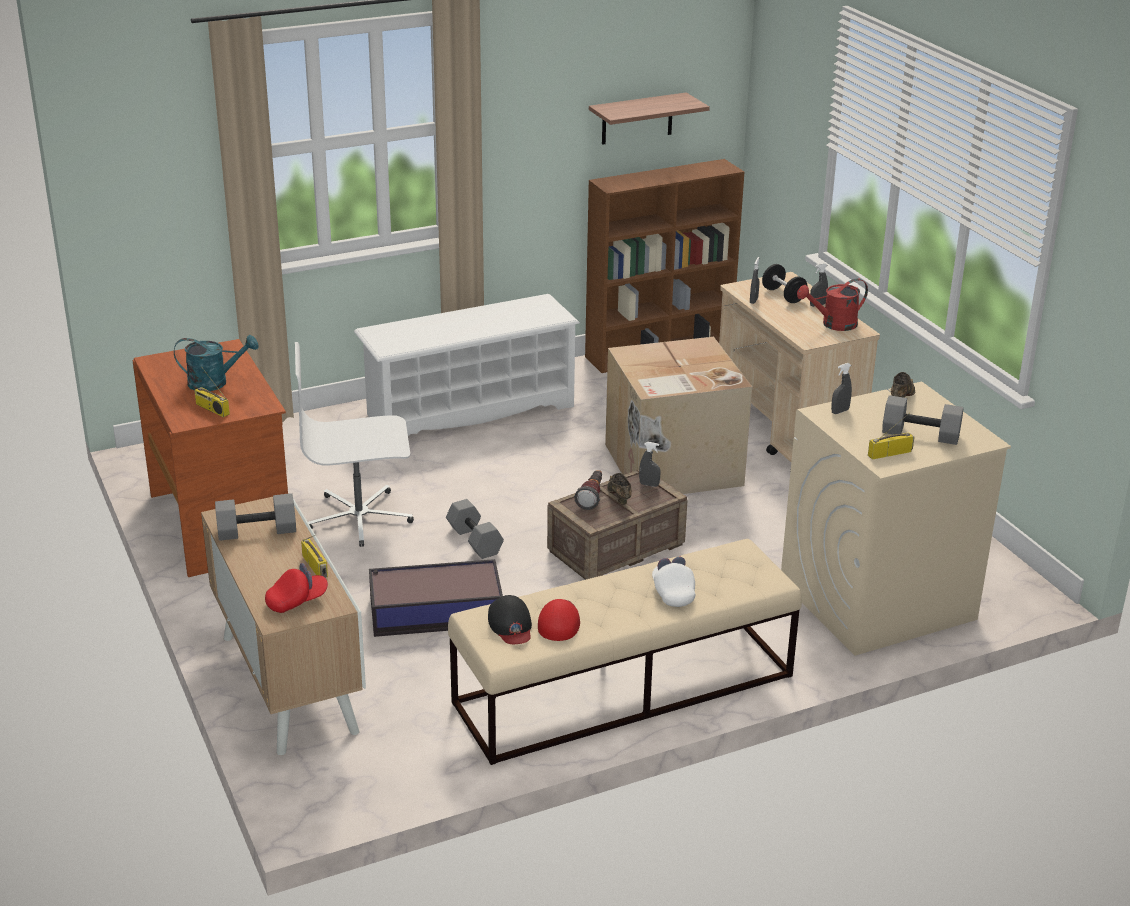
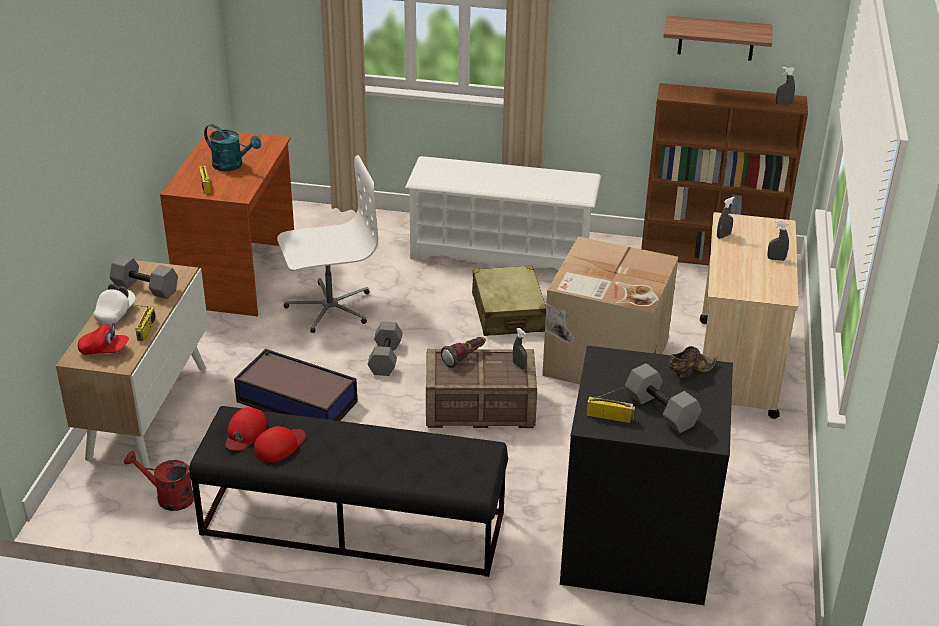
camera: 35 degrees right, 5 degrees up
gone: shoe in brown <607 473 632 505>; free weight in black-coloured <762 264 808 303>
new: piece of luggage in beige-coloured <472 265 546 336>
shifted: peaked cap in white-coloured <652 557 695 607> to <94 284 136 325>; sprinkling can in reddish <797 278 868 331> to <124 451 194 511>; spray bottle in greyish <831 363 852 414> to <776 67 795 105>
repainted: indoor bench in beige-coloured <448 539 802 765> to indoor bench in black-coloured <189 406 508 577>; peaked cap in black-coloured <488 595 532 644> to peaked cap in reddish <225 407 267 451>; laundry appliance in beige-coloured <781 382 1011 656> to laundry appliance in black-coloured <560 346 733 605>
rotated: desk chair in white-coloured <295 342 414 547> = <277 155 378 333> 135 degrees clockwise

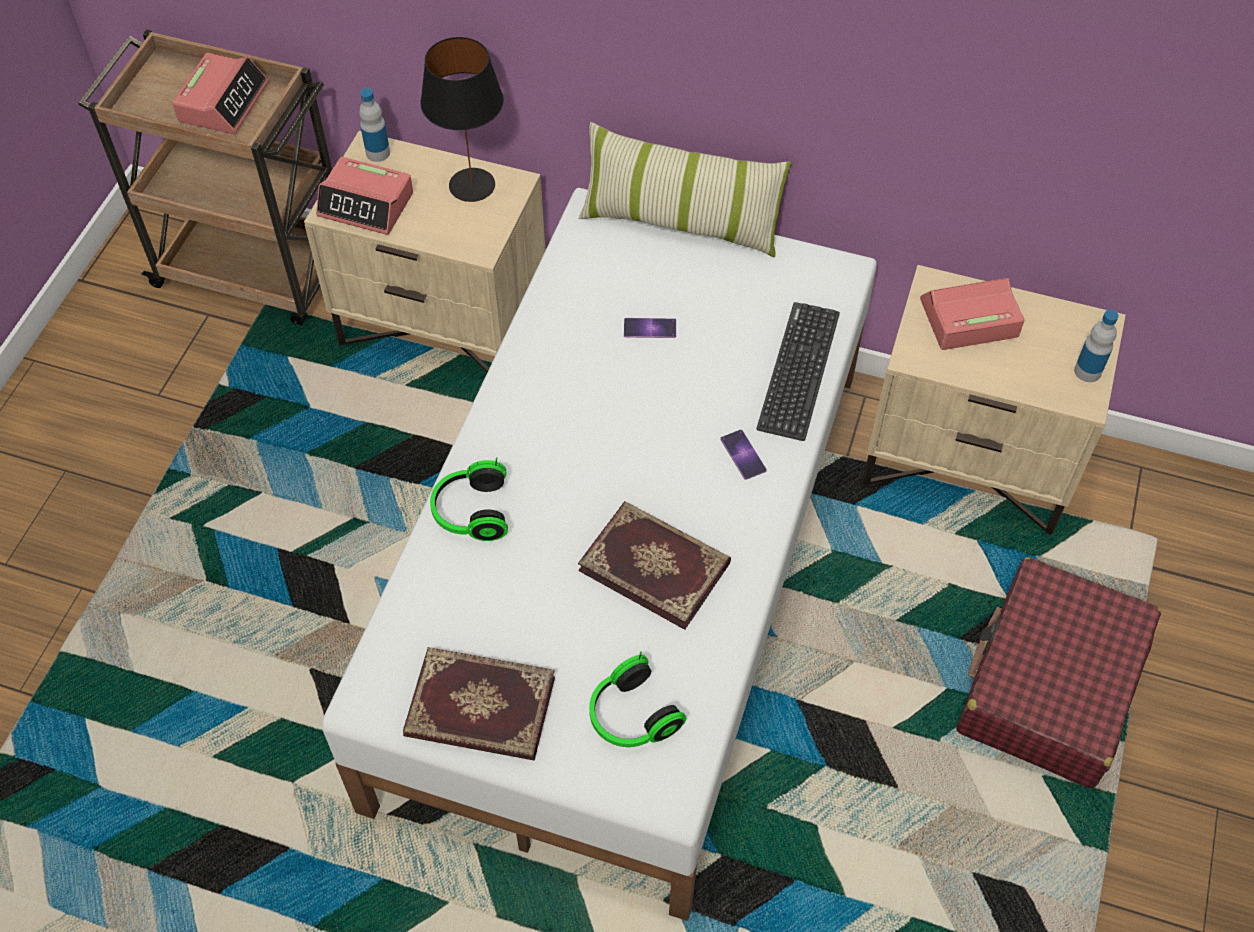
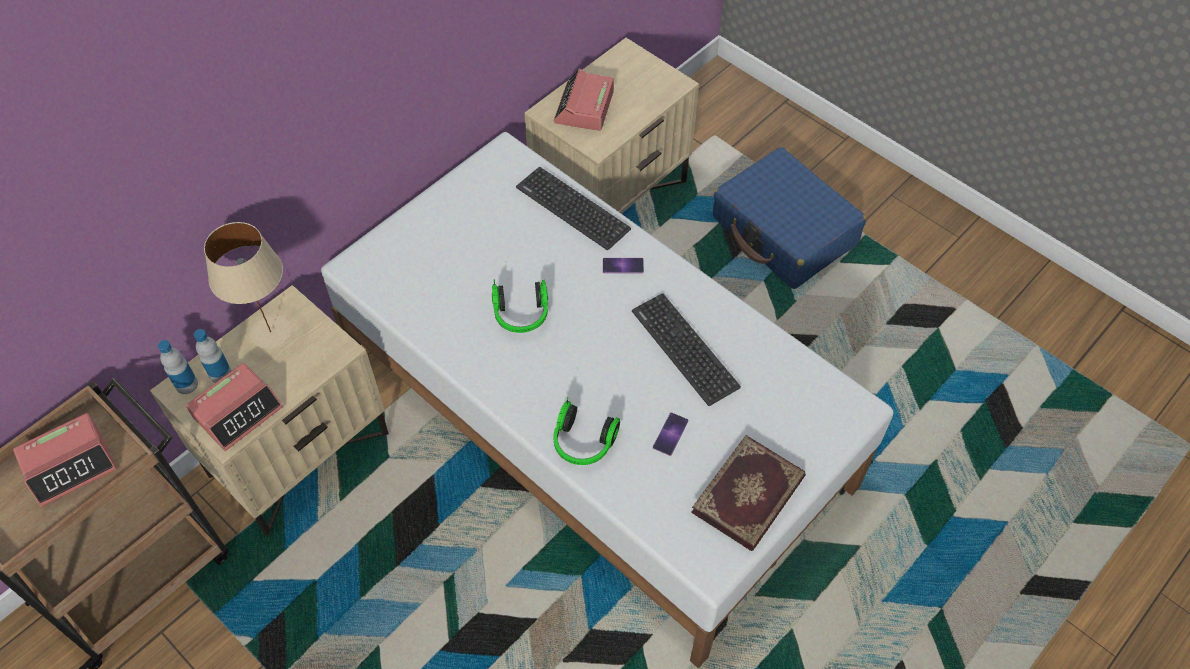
camera: 65 degrees left, 0 degrees up
gone: throw pillow <579 122 791 258>
shifted: pair of headphones <589 651 687 747> to <492 279 548 333>; telephone <624 318 676 338> to <653 412 688 456>; beverage bottle <1074 310 1119 382> to <194 329 232 383>
swapped: book <578 501 731 630> to computer keyboard <632 293 741 406>
repainted: table lamp in black-coloured <420 37 504 202> to table lamp in beige-coloured <204 222 291 349>; piece of luggage in reddish <956 557 1161 789> to piece of luggage in bluish <713 147 866 289>
rotated: bedside clock <172 53 269 134> = <13 413 117 507> 105 degrees clockwise

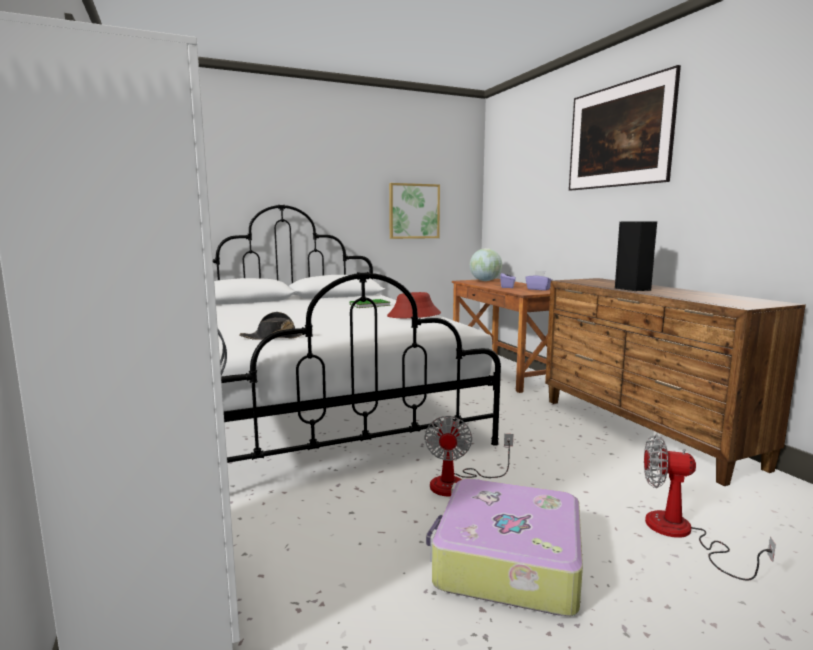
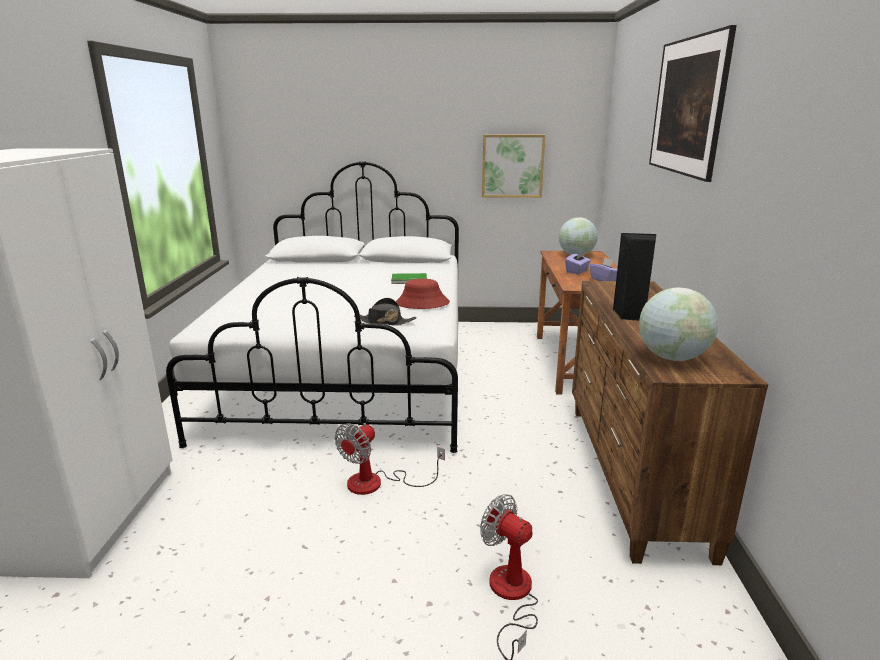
camera: 25 degrees right, 10 degrees up
gone: piece of luggage <426 479 583 616>
new: desk globe <639 287 718 361>
shifted: wearable hat in black-coloured <239 312 313 340> to <354 298 417 326>

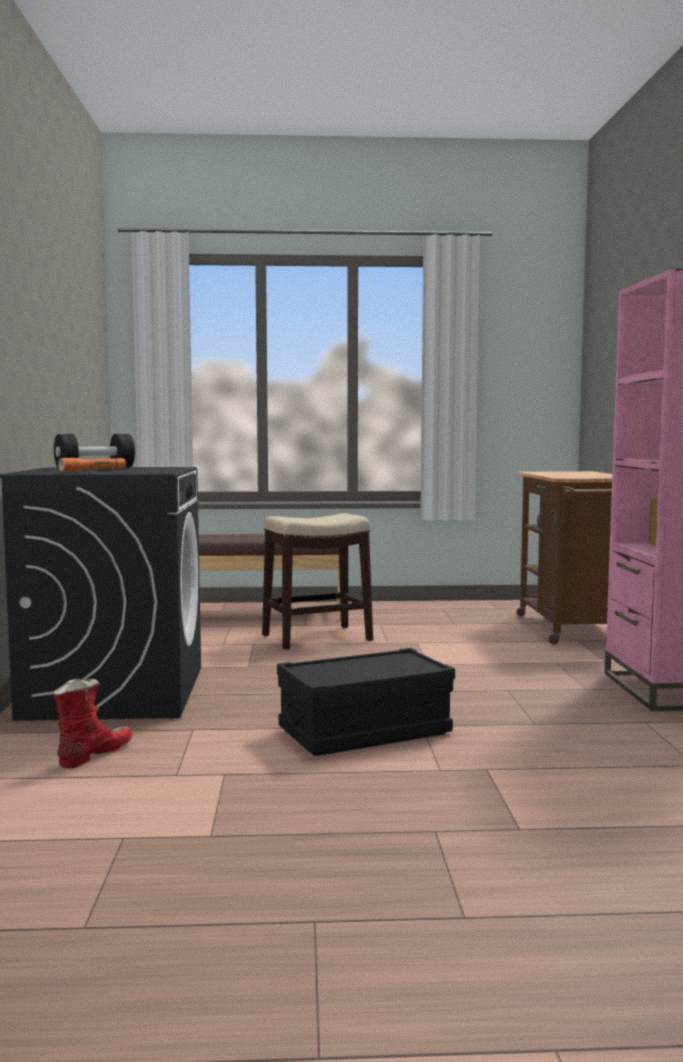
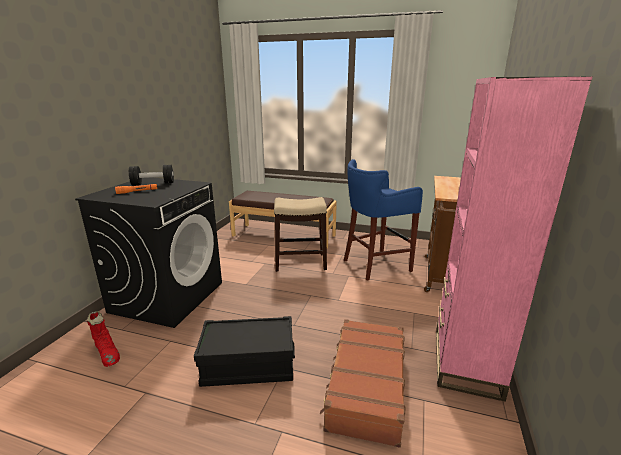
camera: 20 degrees right, 15 degrees up
new: piece of luggage in brown <320 319 405 448>; sitting stool in bluish <344 159 423 281>
rotated: boot in reddish <53 679 133 768> = <87 311 120 367> 90 degrees clockwise

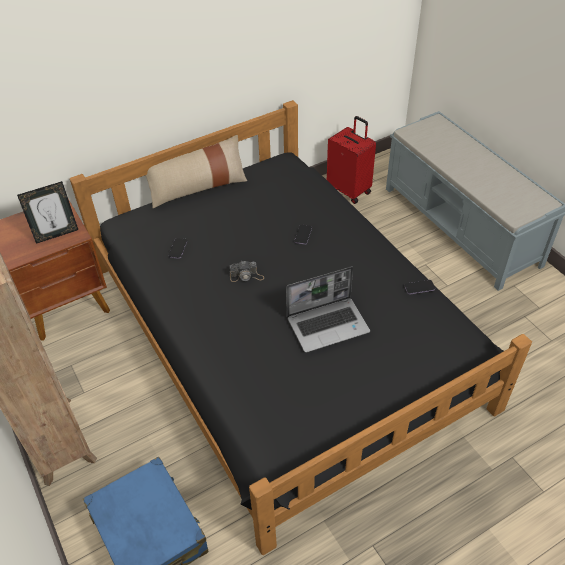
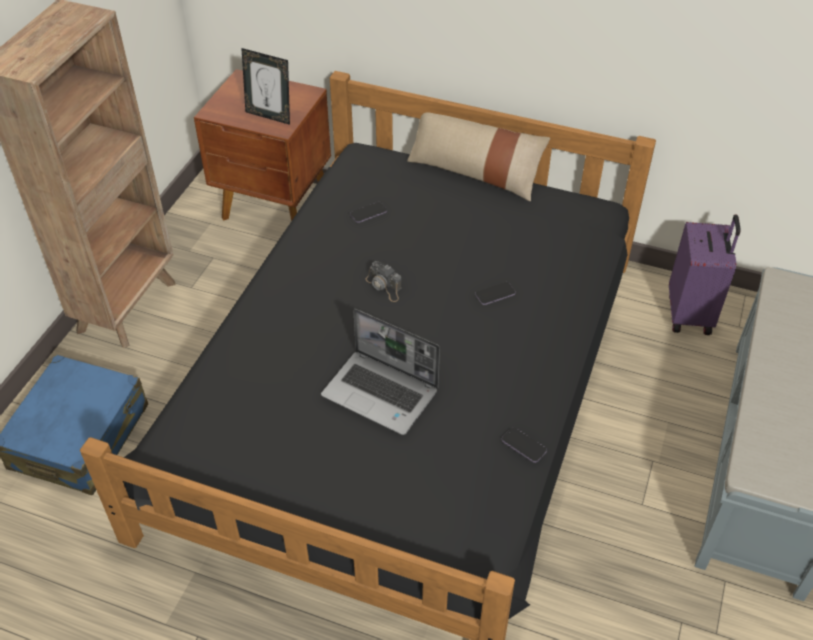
camera: 50 degrees right, 0 degrees up
repainted: piece of luggage in reddish <327 116 376 204> to piece of luggage in purple-coloured <669 215 741 335>

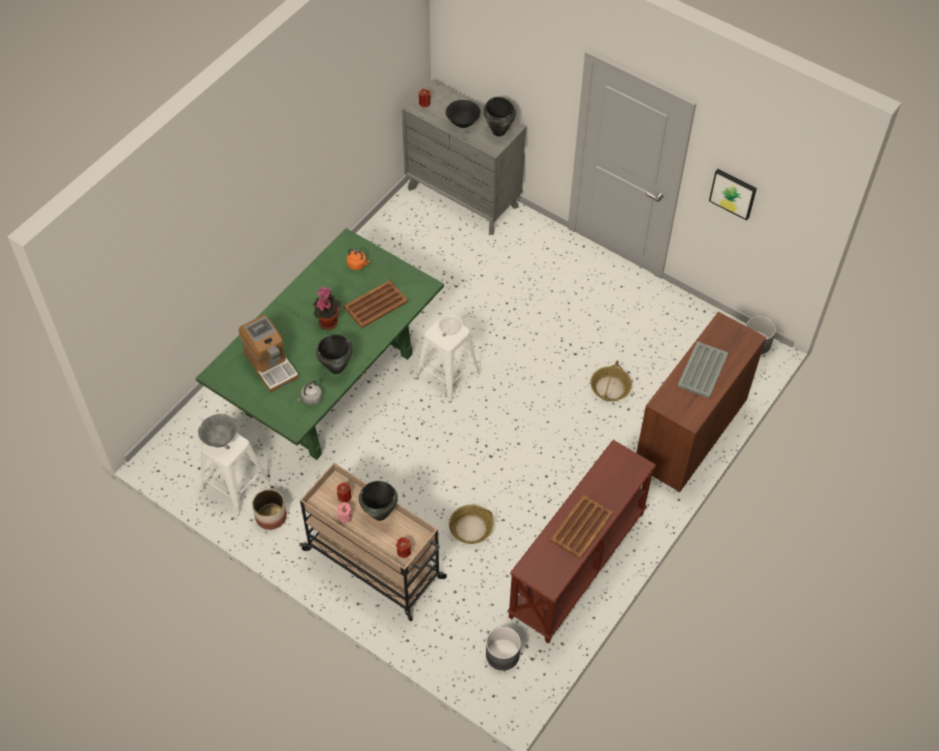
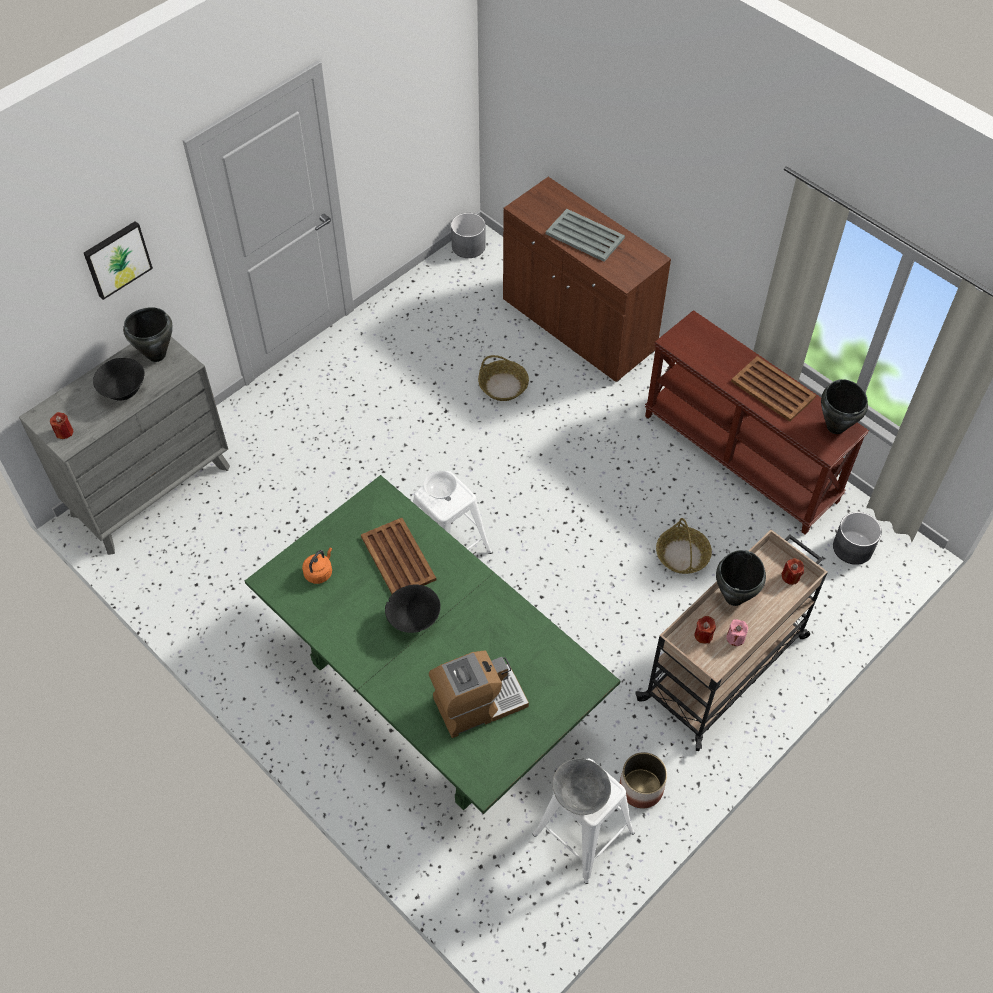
camera: 80 degrees left, 0 degrees up
gone: kettle in greyish <297 380 322 405>
shifted: saucepot in black-coloured <316 334 352 374> to <821 379 868 434>; picture <709 169 757 220> to <84 221 153 300>
swapped: plant in a pot <313 286 341 330> to serving bowl in black-coloured <385 584 441 633>

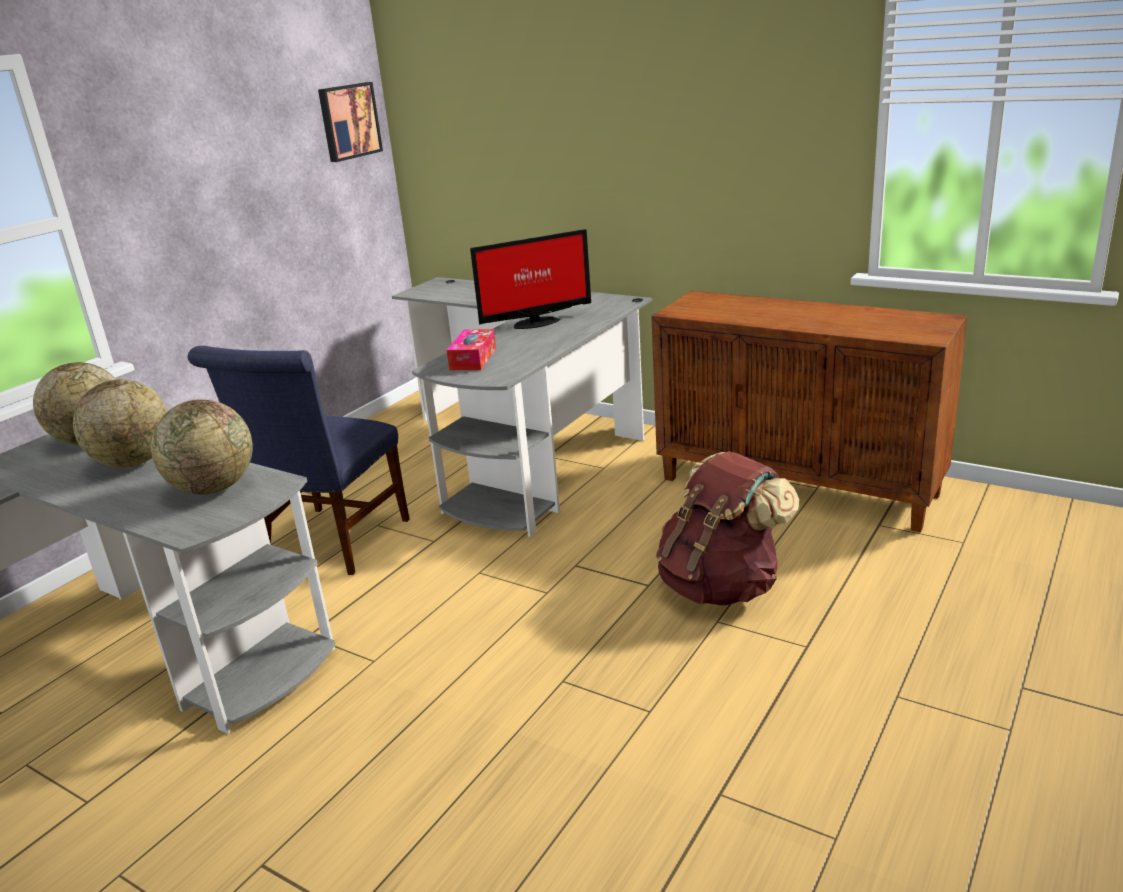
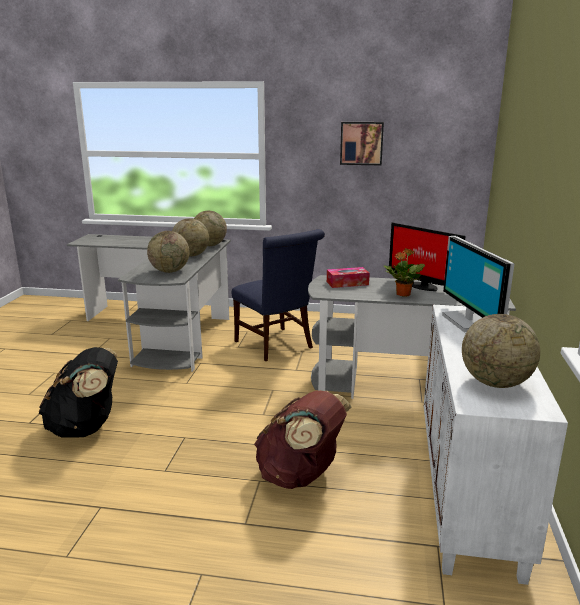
camera: 65 degrees right, 5 degrees down
new: knapsack in black-coloured <39 347 118 438>; plant in a pot <384 248 425 297>; computer display <442 236 515 332>; desk globe <462 314 540 388>
shifted: picture <318 82 383 162> to <340 122 384 166>
repainted: storage cabinet in brown <651 291 967 533> to storage cabinet in white-coloured <424 305 568 585>
rotated: chair in bluish <188 346 410 575> = <232 229 325 361> 120 degrees counterclockwise

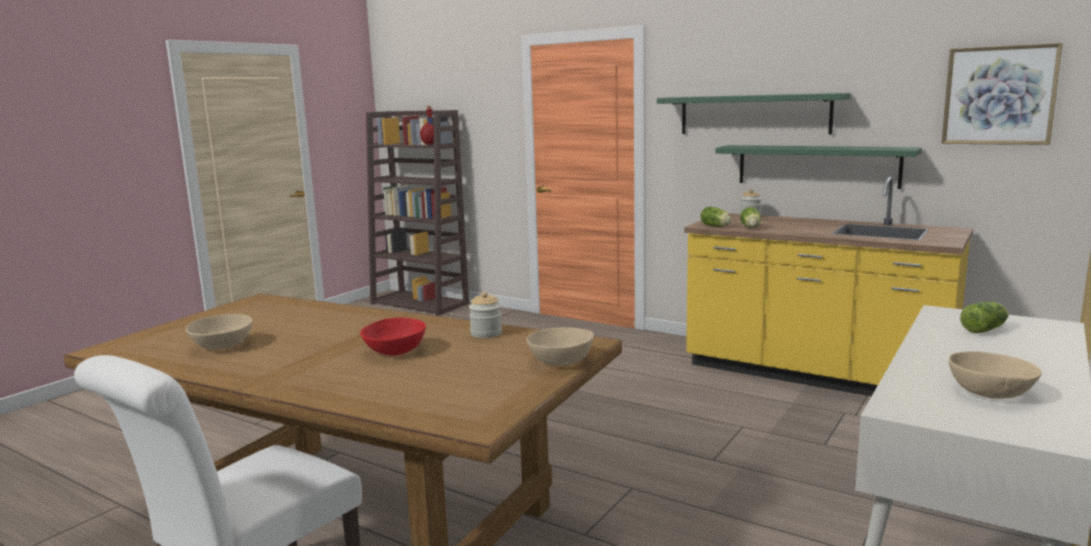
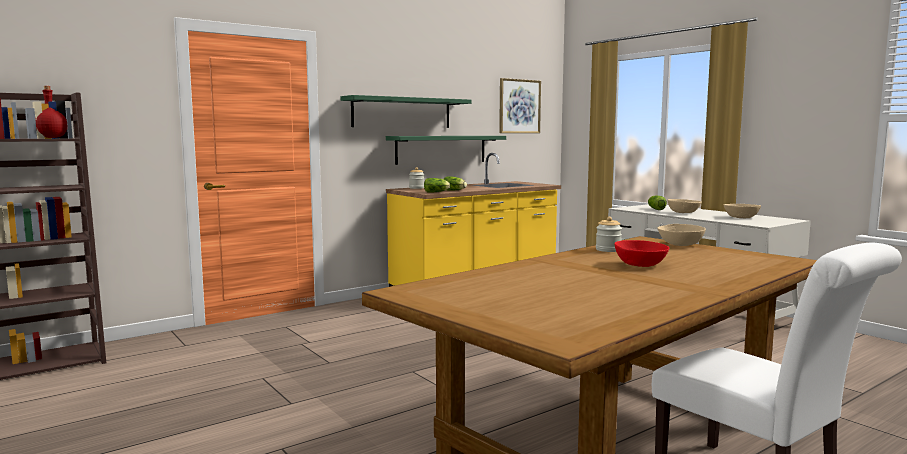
camera: 70 degrees left, 5 degrees down
shifted: serving bowl in beige-coloured <186 314 253 349> to <667 199 702 213>

